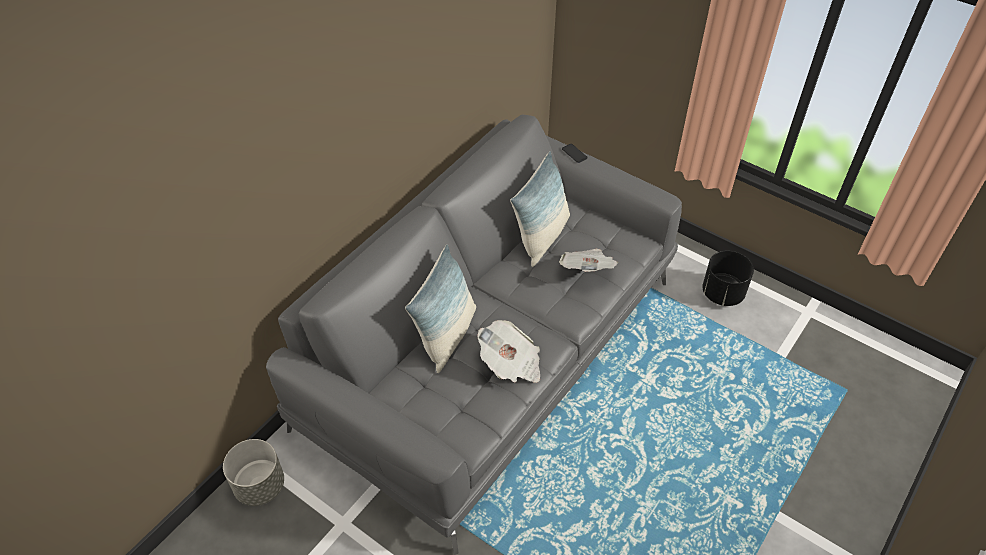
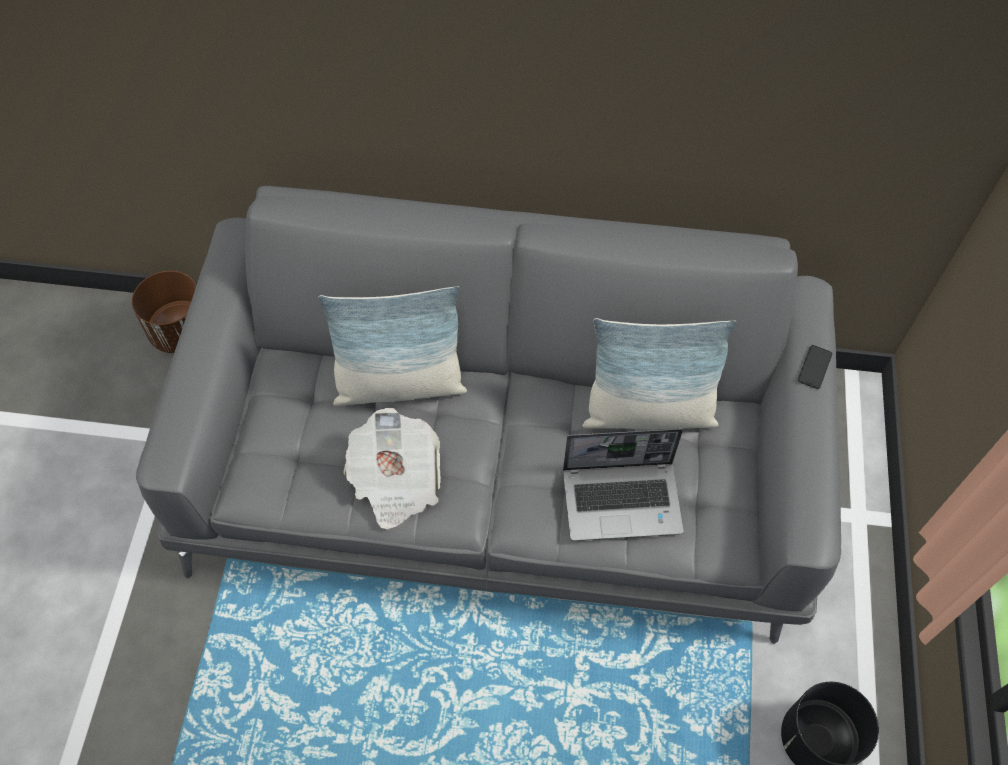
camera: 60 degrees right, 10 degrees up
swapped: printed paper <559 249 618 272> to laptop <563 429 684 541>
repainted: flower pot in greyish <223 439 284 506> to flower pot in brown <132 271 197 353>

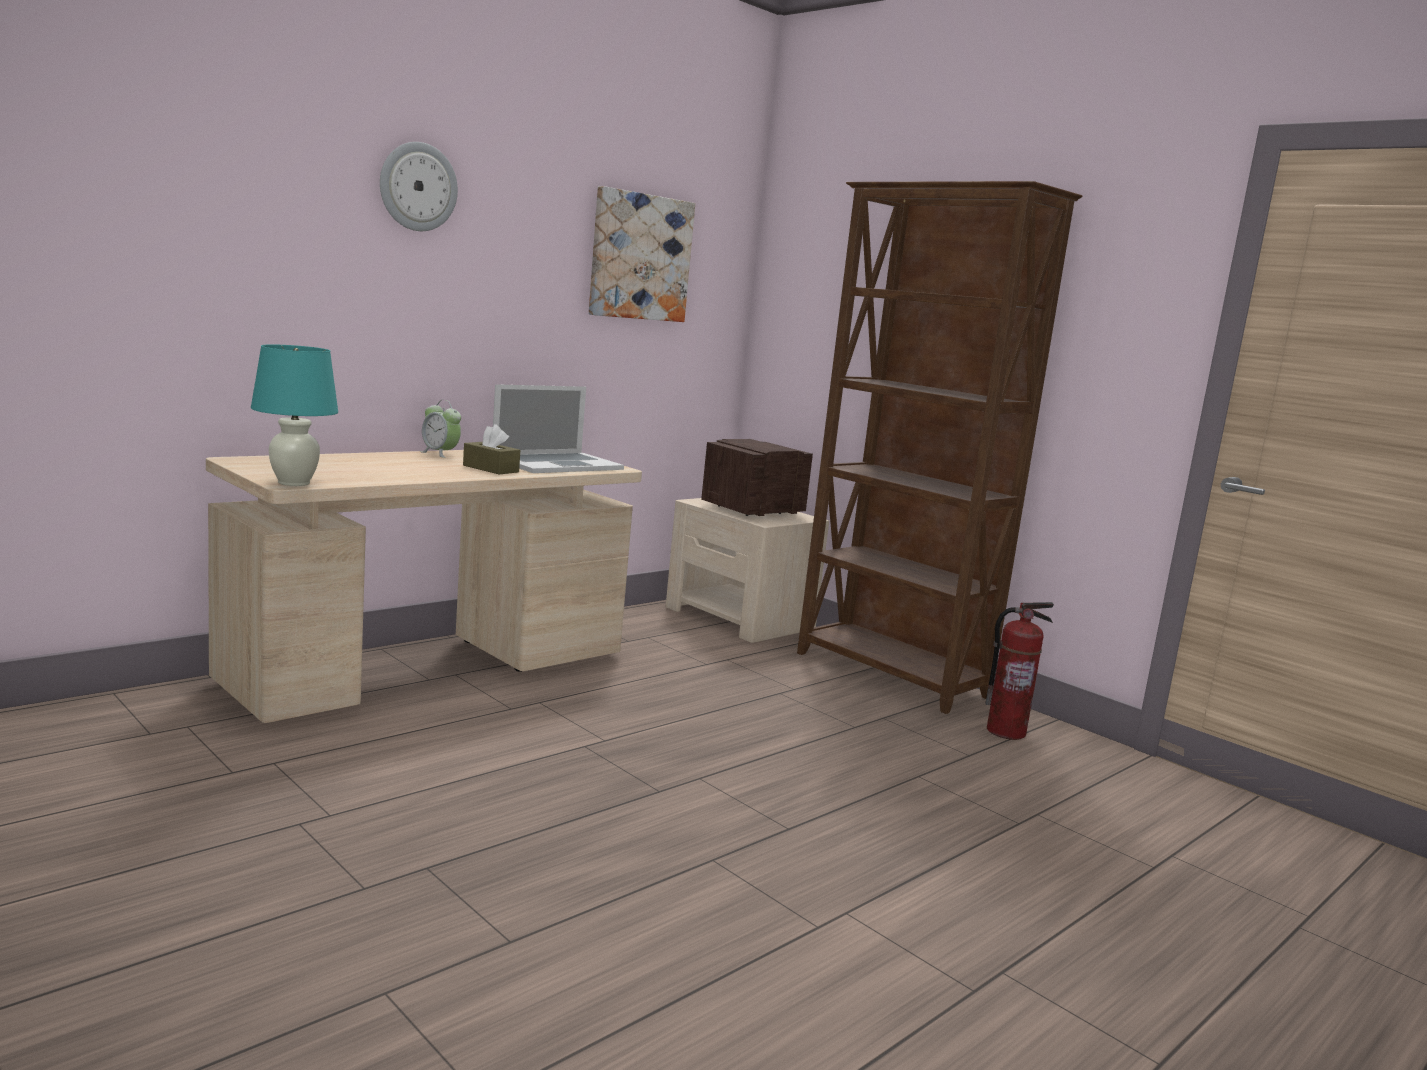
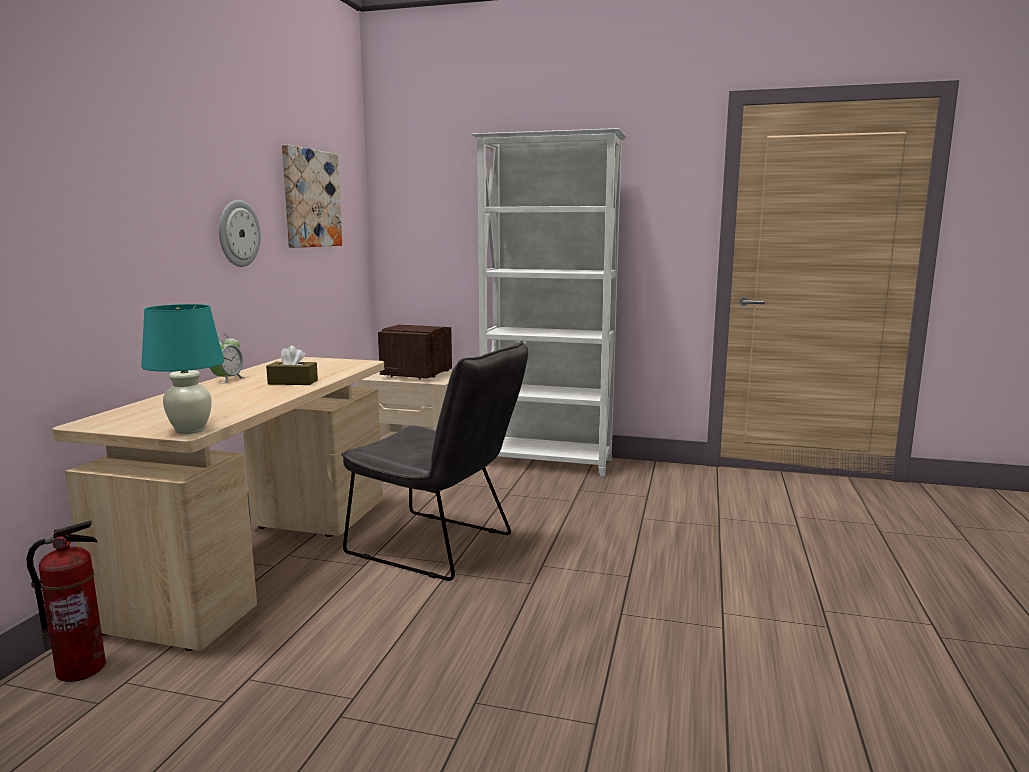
camera: 30 degrees left, 0 degrees up
gone: laptop <493 384 624 473>
new: chair in greyish <341 340 528 581>
shifted: clock on the wall <380 142 458 231> to <219 200 261 267>; fire extinguisher <985 602 1054 740> to <26 520 106 682>
repainted: shelving unit in brown <797 181 1082 714> to shelving unit in white-coloured <471 128 627 477>
rotated: bedside clock <420 400 461 458> = <209 334 245 384> 75 degrees counterclockwise

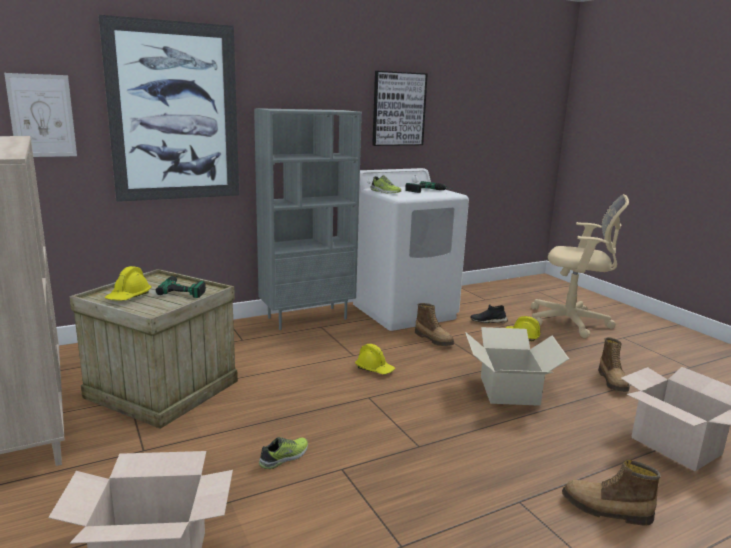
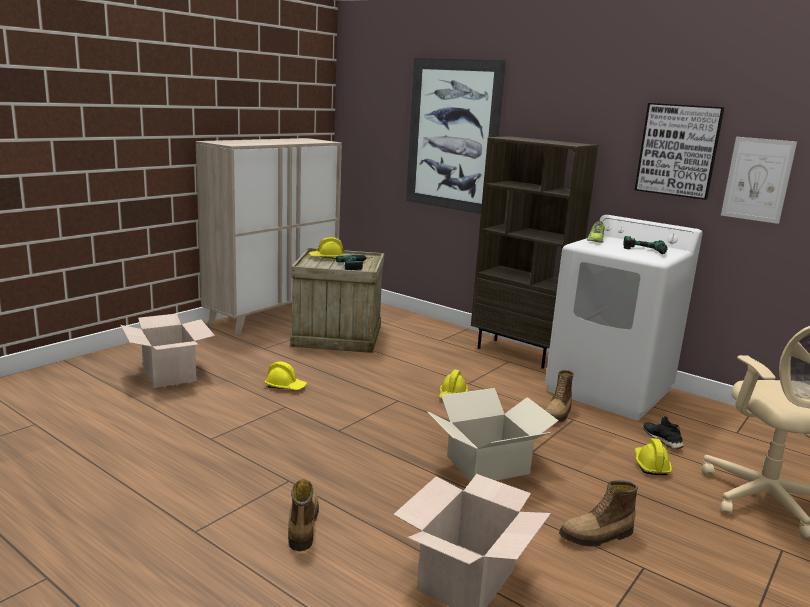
camera: 65 degrees right, 0 degrees up
shifted: picture <4 73 77 157> to <721 137 797 224>
swapped: shoe <259 437 308 469> to hard hat in yellow-coloured <265 362 307 390>
repainted: shelving unit in greyish <254 108 362 330> to shelving unit in brown <471 136 598 369>

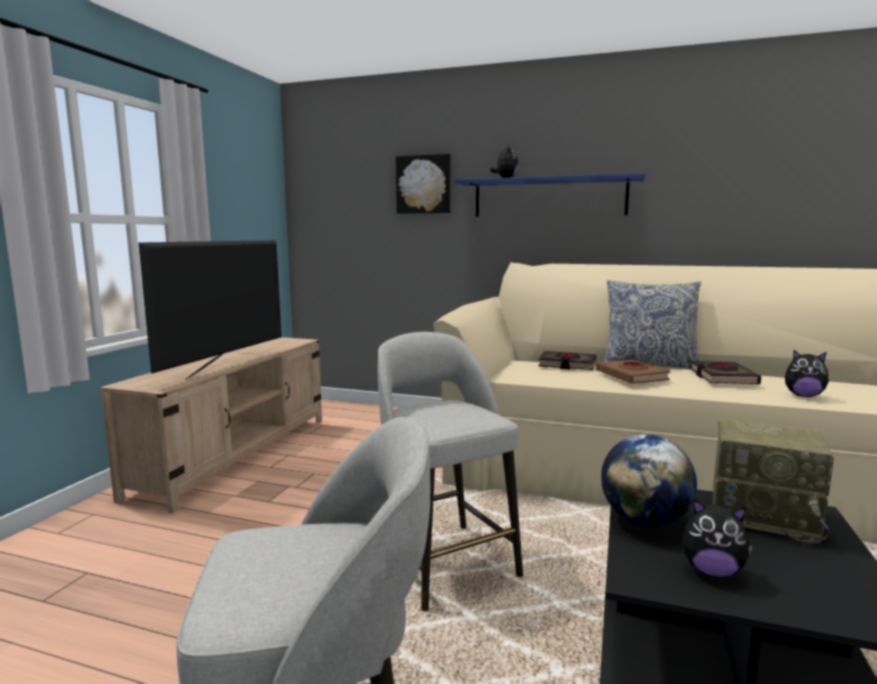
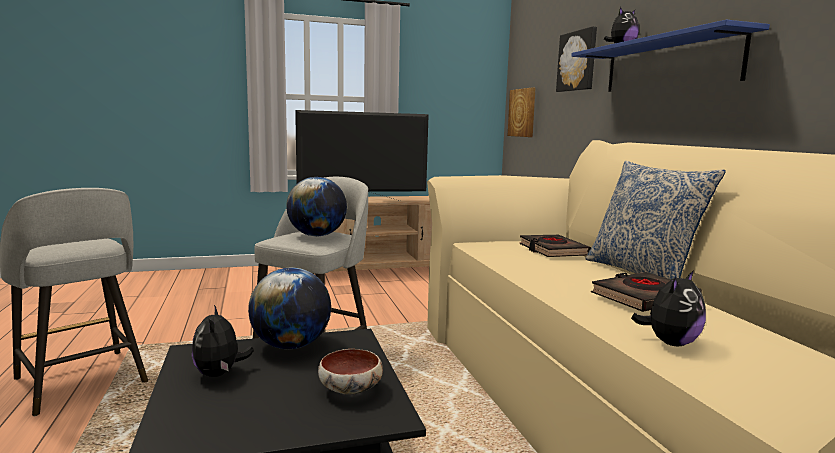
camera: 55 degrees right, 0 degrees up
gone: book in brown <596 359 670 384>
new: desk globe <286 177 347 236>; picture <508 88 536 137>
swapped: radio set <713 418 834 544> to serving bowl <318 349 383 394>
rotated: cuddly toy <785 350 829 397> = <631 270 706 346> 120 degrees counterclockwise

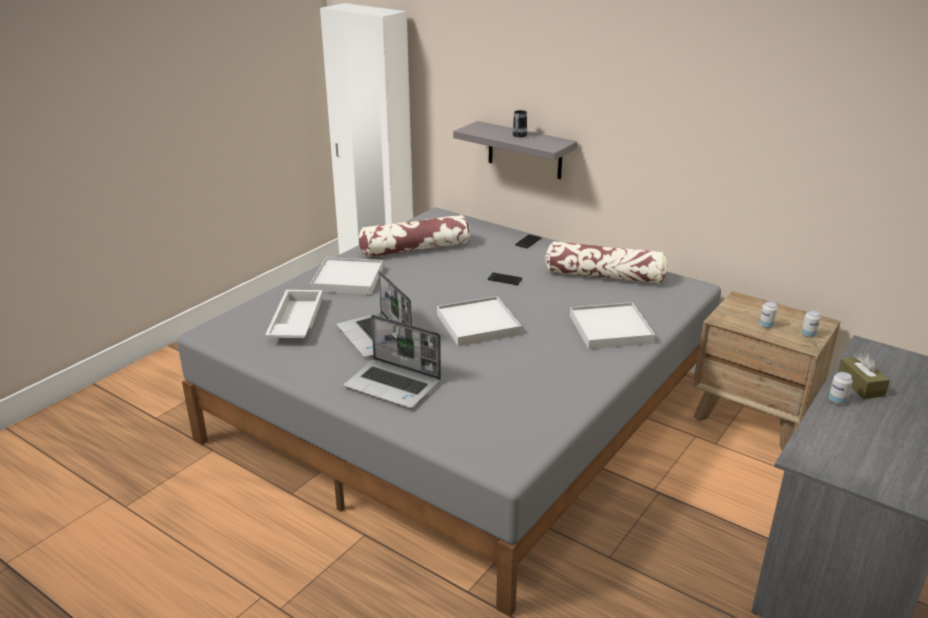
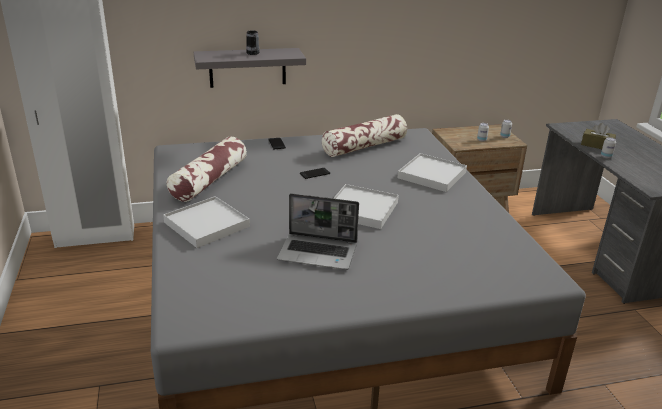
camera: 50 degrees left, 0 degrees up
gone: carrying tray in white-coloured <265 290 323 338>; laptop <343 315 441 409>

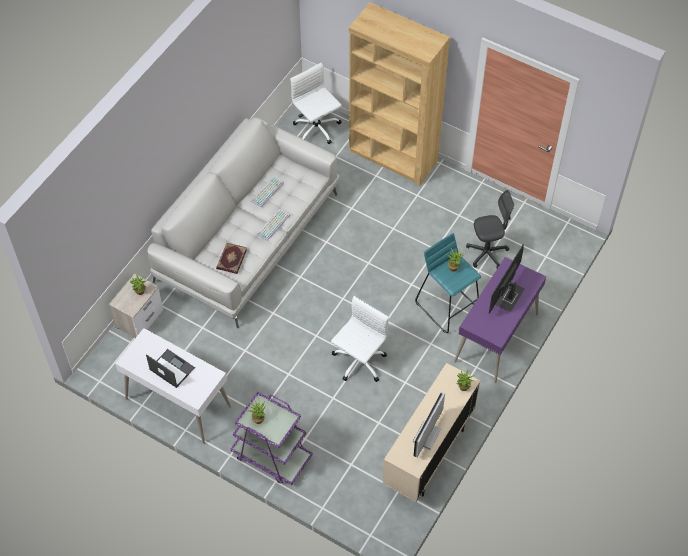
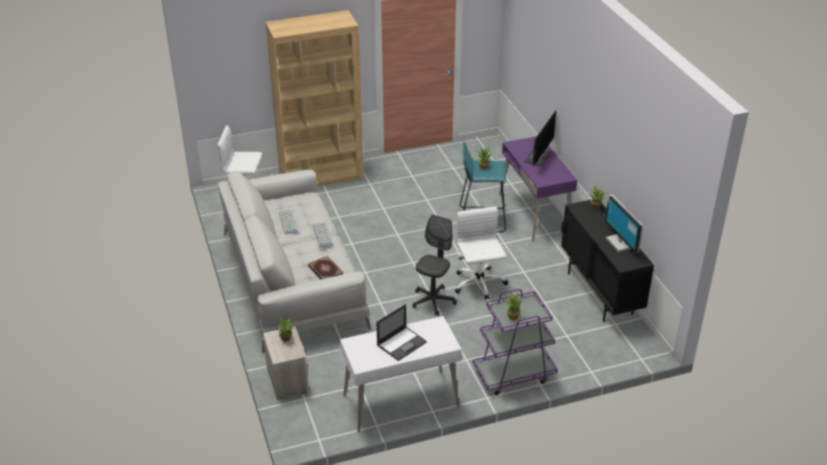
camera: 50 degrees left, 20 degrees down
shifted: desk chair in greyish <466 190 514 268> to <412 215 457 316>
repainted: storage cabinet in beige-coloured <382 363 480 502> to storage cabinet in black-coloured <561 200 654 322>
rotated: laptop <146 349 195 388> = <376 304 427 361> 150 degrees clockwise; computer display <489 244 525 314> = <525 110 557 167> 135 degrees counterclockwise

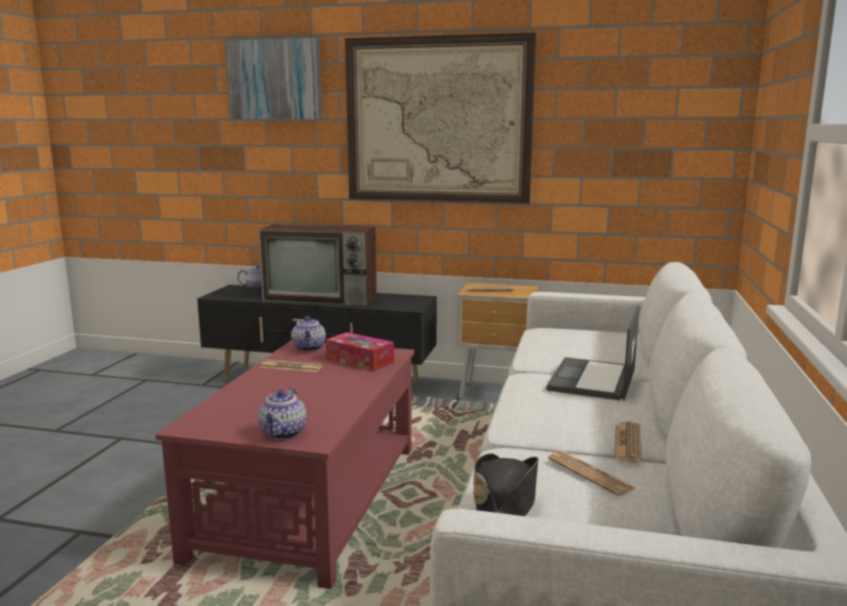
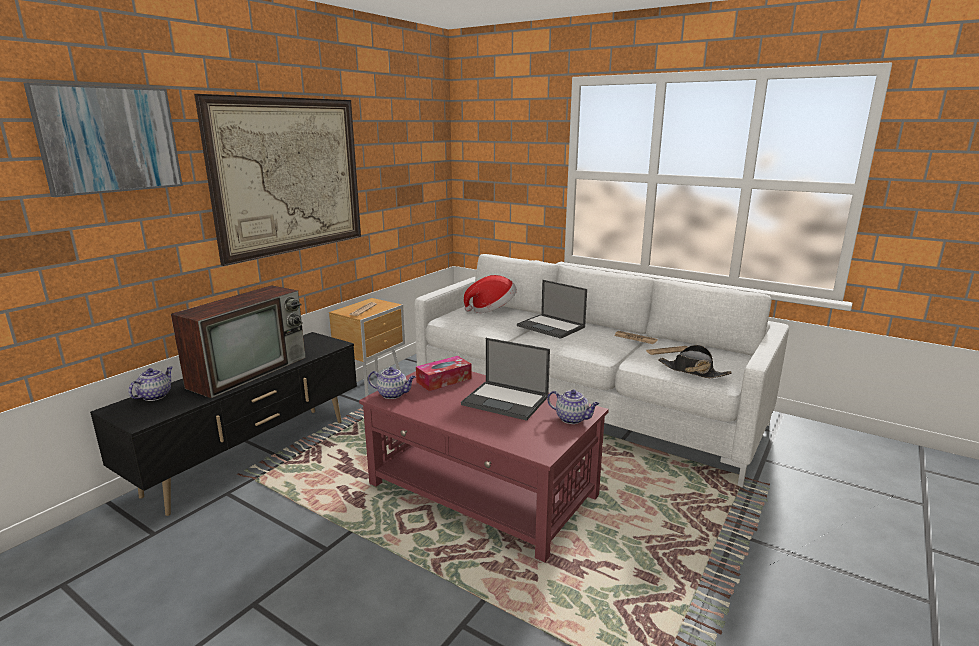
camera: 70 degrees left, 5 degrees up
gone: printed paper <259 360 323 372>
new: laptop <461 338 550 421>; wearable hat <464 275 517 313>

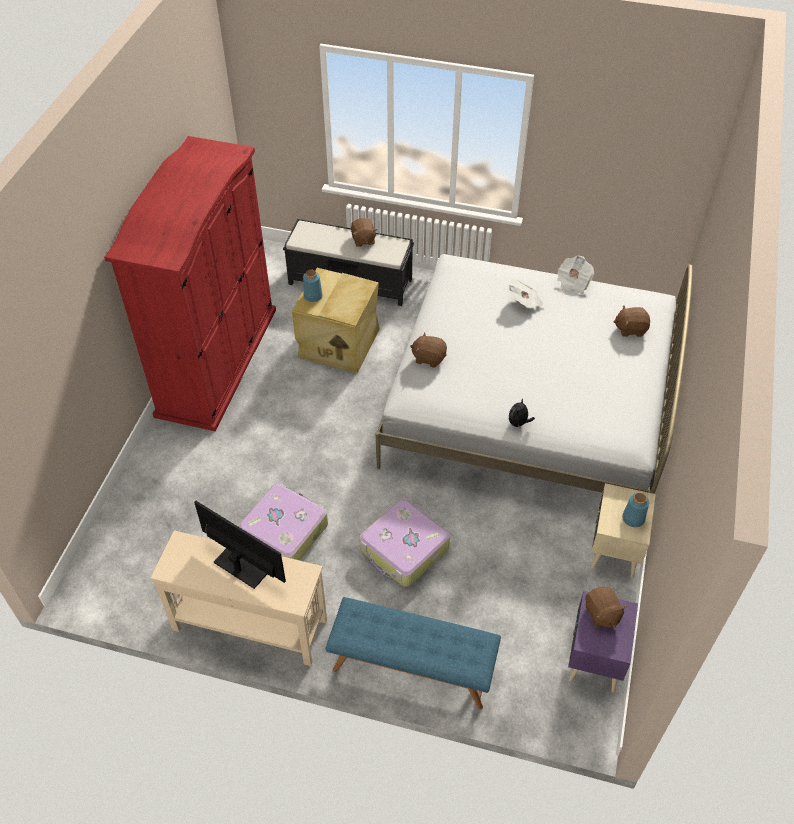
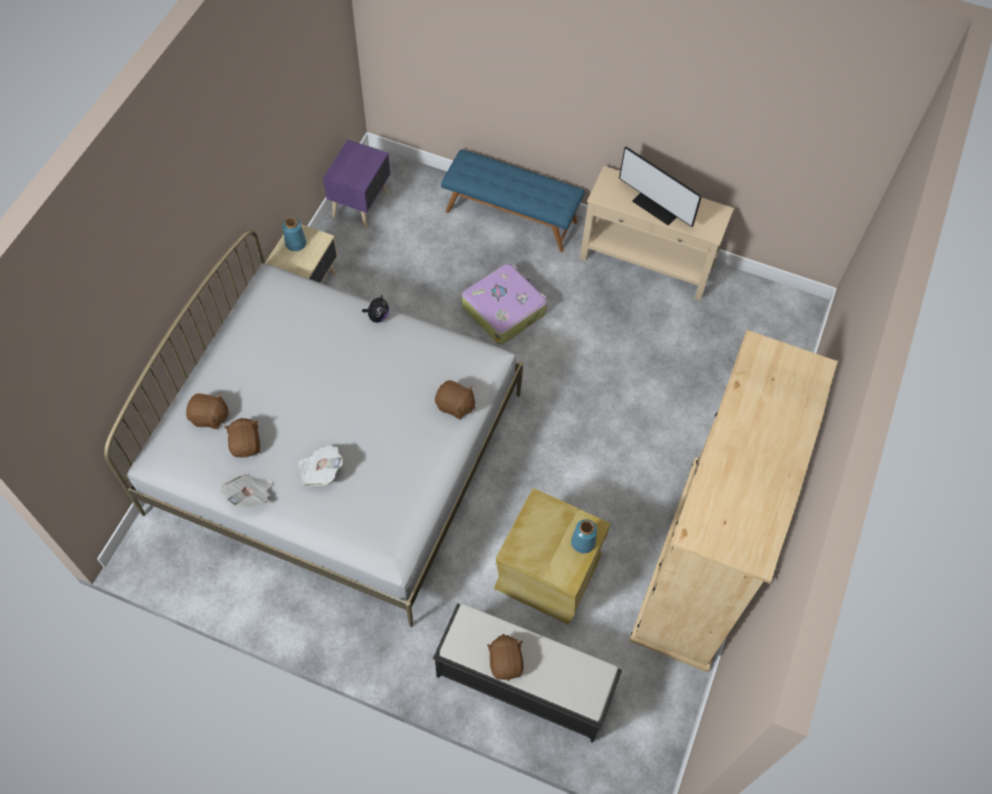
camera: 175 degrees left, 10 degrees up
gone: piece of luggage <238 484 328 561>
shifted: cuddly toy in brown <585 587 627 628> to <224 418 260 458>
repainted: clothes cupboard in reddish <104 136 276 432> to clothes cupboard in beige-coloured <629 330 838 673>

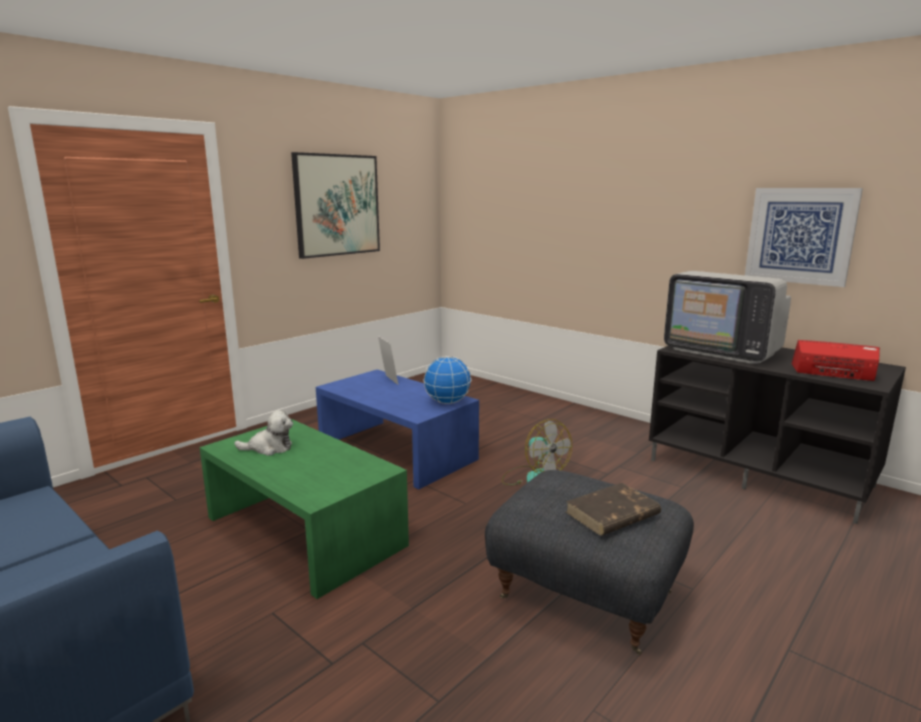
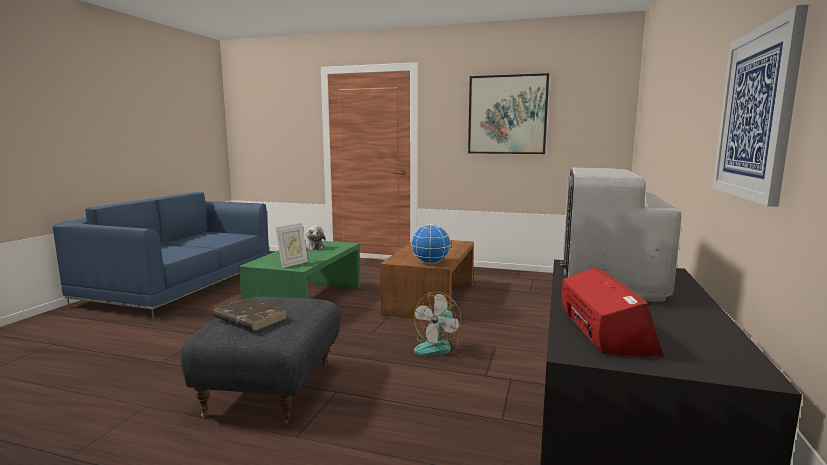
camera: 65 degrees right, 5 degrees down
shifted: photo frame <378 336 398 385> to <276 223 308 268>
repainted: lounge table in bluish <316 369 479 489> to lounge table in brown <380 240 474 321>

